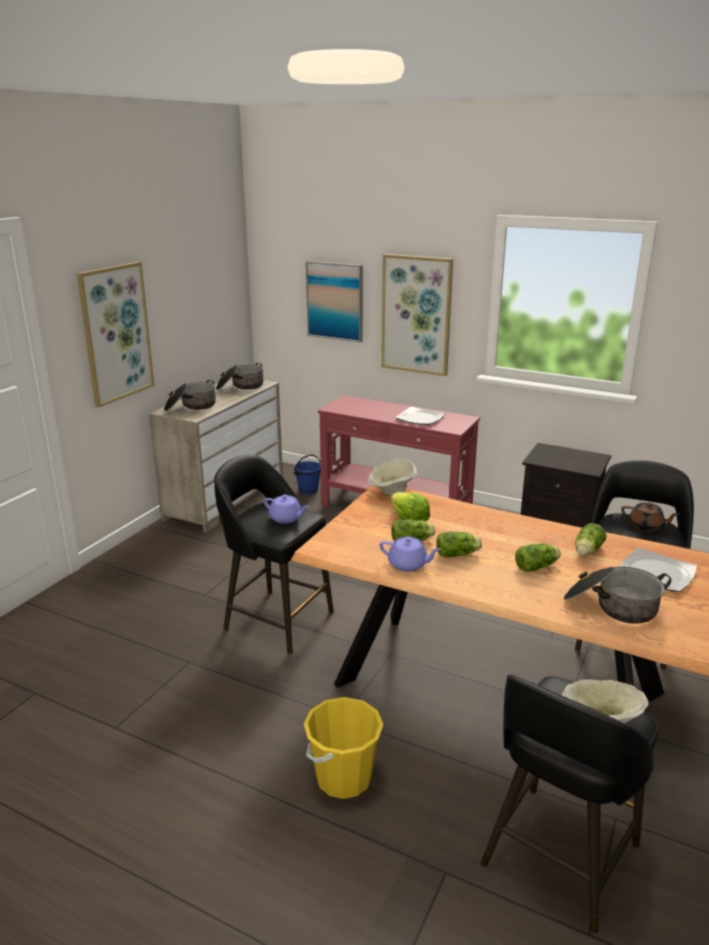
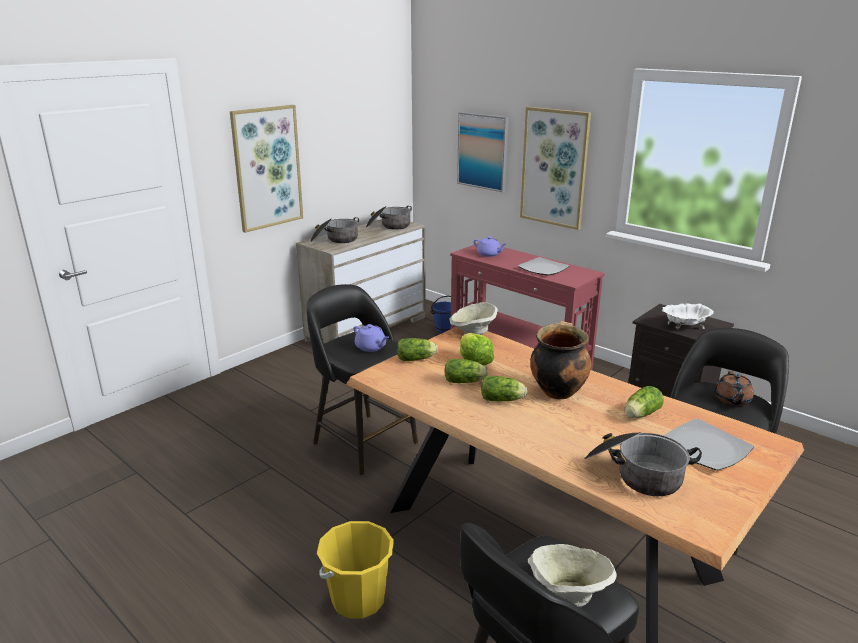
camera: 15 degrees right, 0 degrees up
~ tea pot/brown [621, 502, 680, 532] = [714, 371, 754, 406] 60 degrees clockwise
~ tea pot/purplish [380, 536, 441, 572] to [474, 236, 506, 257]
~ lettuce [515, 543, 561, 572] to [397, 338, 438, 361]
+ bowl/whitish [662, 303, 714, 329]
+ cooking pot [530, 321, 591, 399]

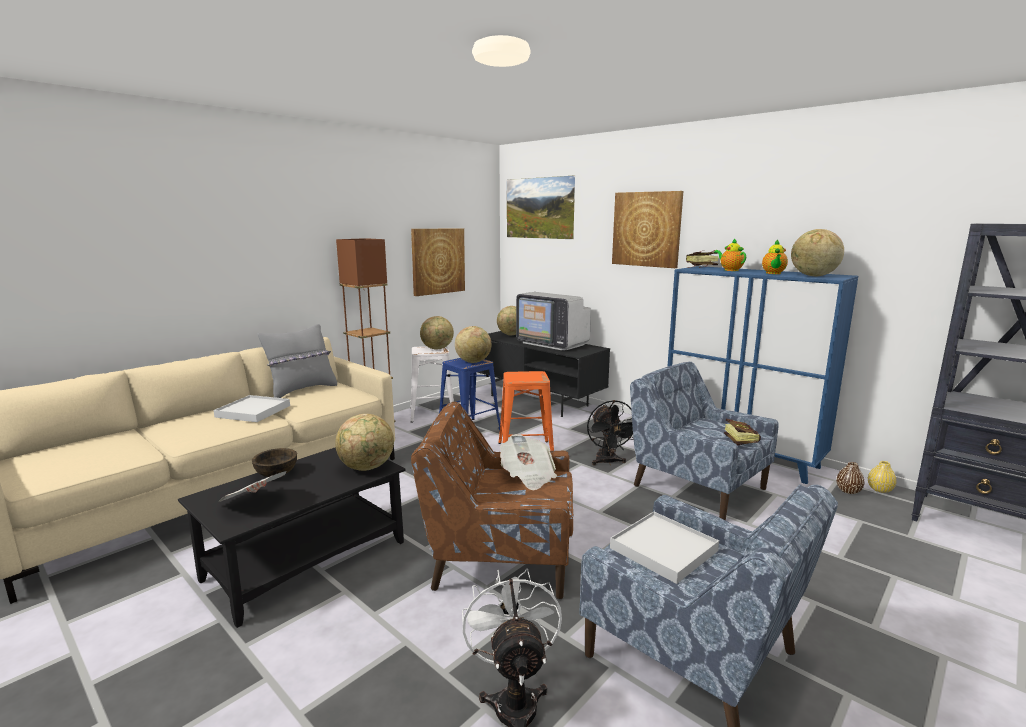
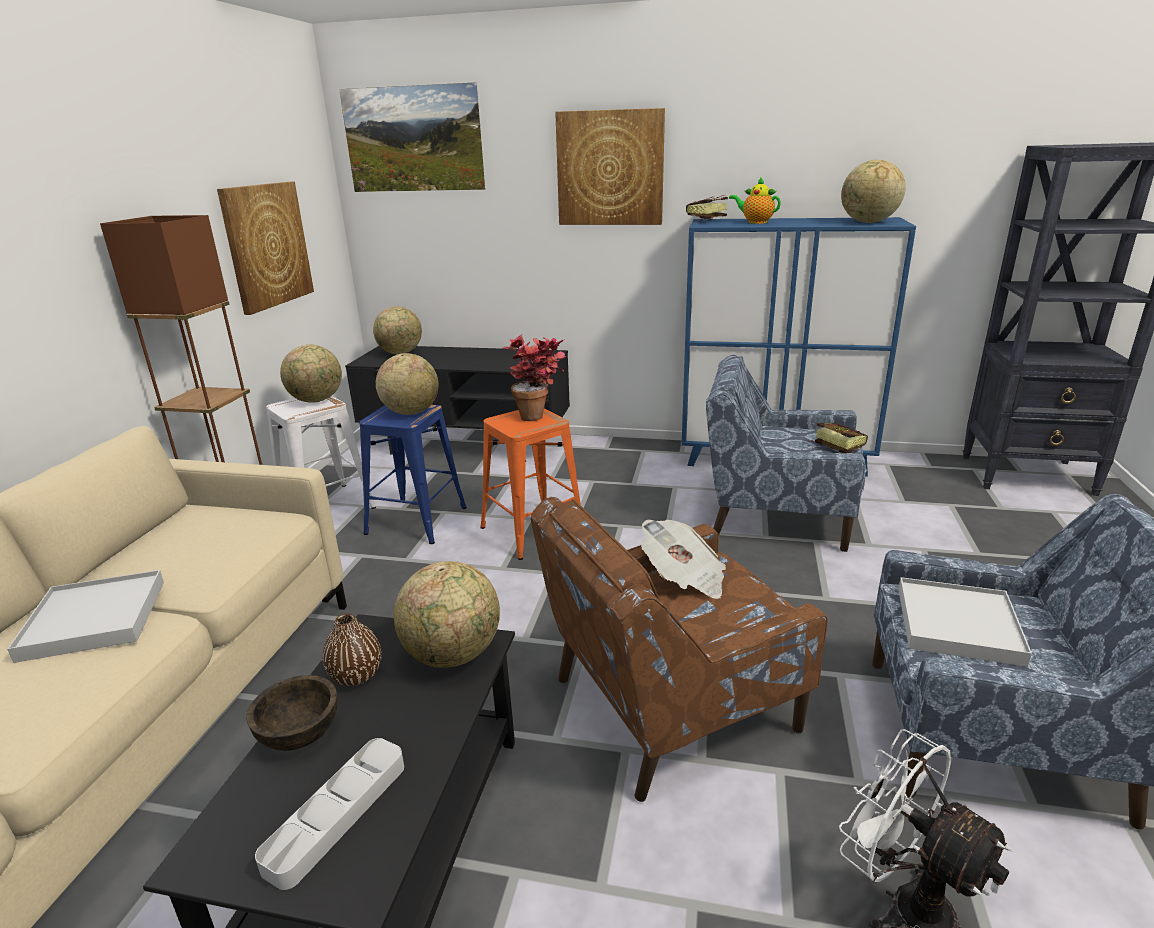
camera: 30 degrees left, 10 degrees up
- tea pot [762, 239, 788, 274]
- TV set [516, 292, 591, 350]
- throw pillow/greyish [258, 324, 337, 398]
- cooling fan/blackish [587, 400, 634, 465]
- flower vase/yellowish [868, 461, 897, 493]
~ flower vase/brown [836, 462, 865, 494] to [322, 613, 381, 686]
~ daily paper [219, 471, 287, 502] to serving tray/greyish [255, 738, 404, 890]
+ potted plant [503, 334, 566, 421]

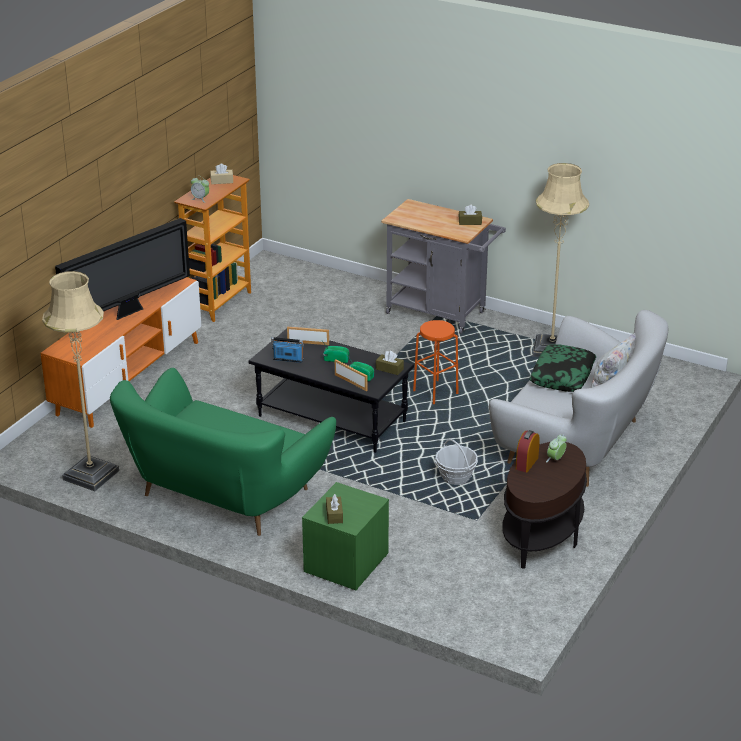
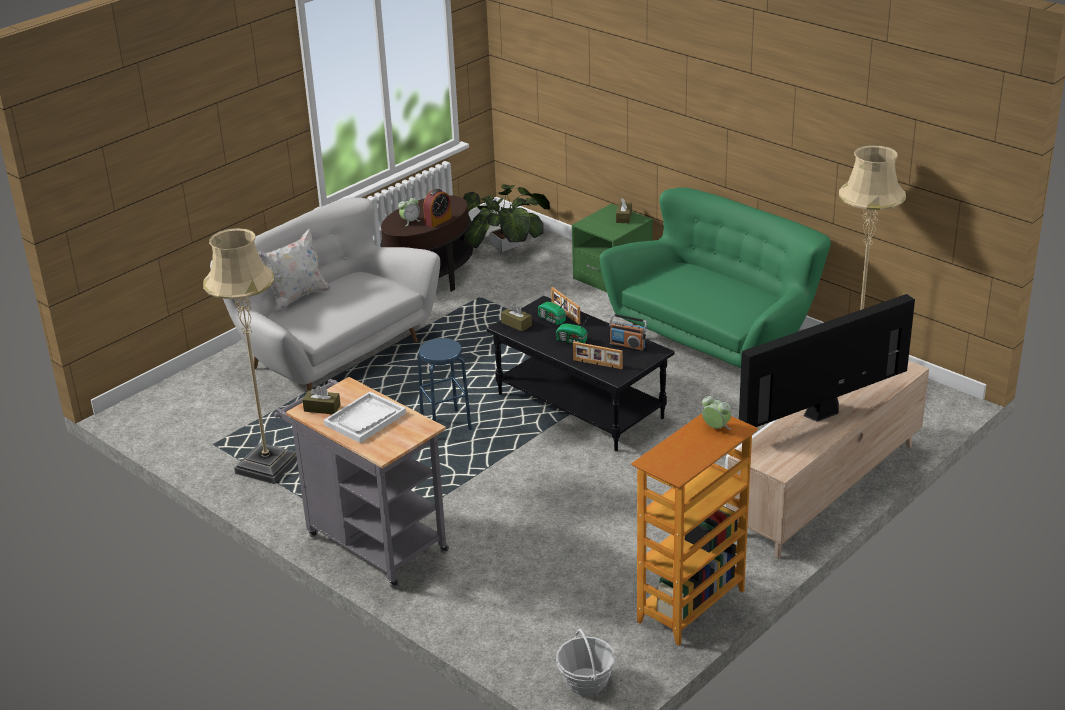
camera: 165 degrees left, 0 degrees up
- tissue box/beige-coloured [210, 164, 233, 184]
~ media console/orange-coloured [40, 277, 201, 428] to media console/beige-coloured [724, 360, 929, 559]
~ stool seat/orange-coloured [413, 320, 458, 404] to stool seat/bluish [418, 338, 472, 430]
- throw pillow [530, 344, 596, 392]
~ household basket [435, 439, 478, 485] to [556, 629, 616, 696]
+ potted plant [463, 184, 550, 252]
+ serving tray/whitish [324, 392, 406, 443]

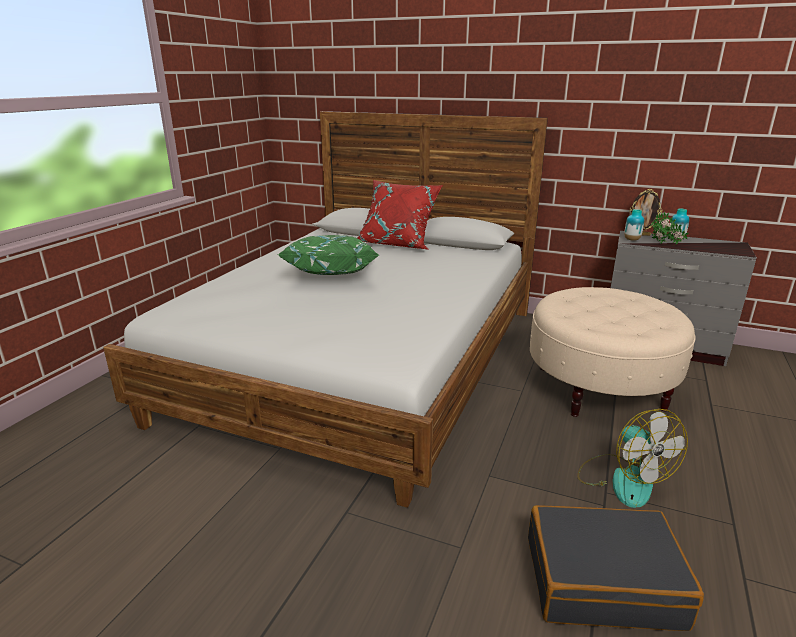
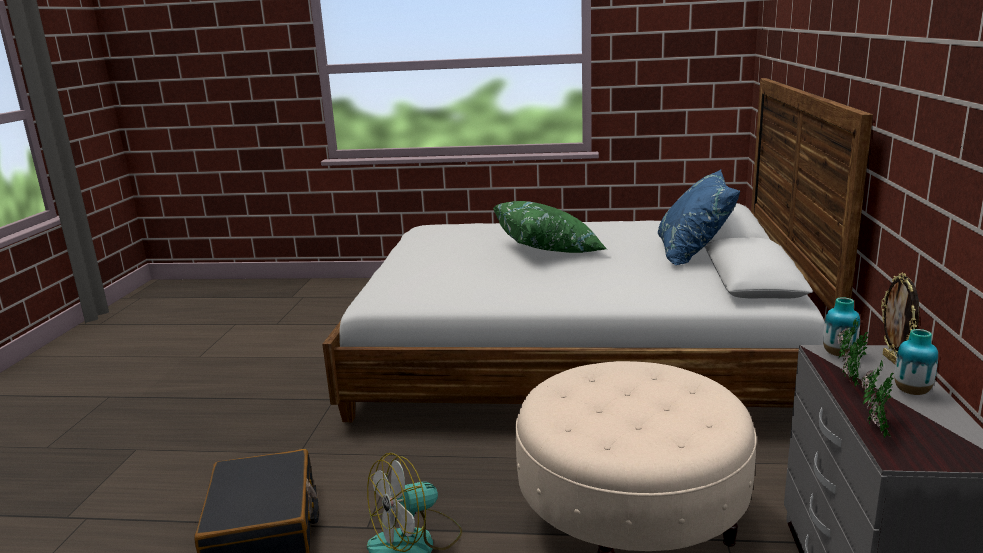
camera: 75 degrees right, 5 degrees down
~ throw pillow/red [358, 180, 443, 250] to throw pillow/bluish [658, 170, 741, 265]
+ potted plant [861, 357, 894, 438]

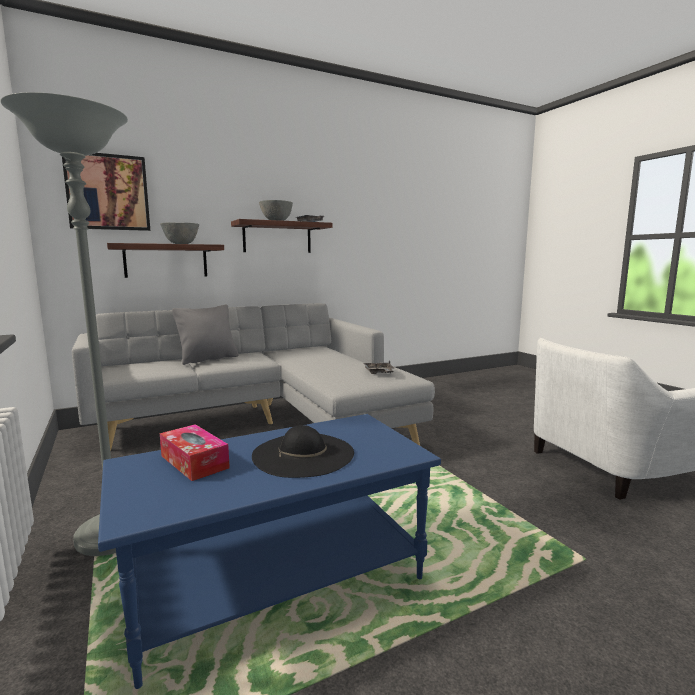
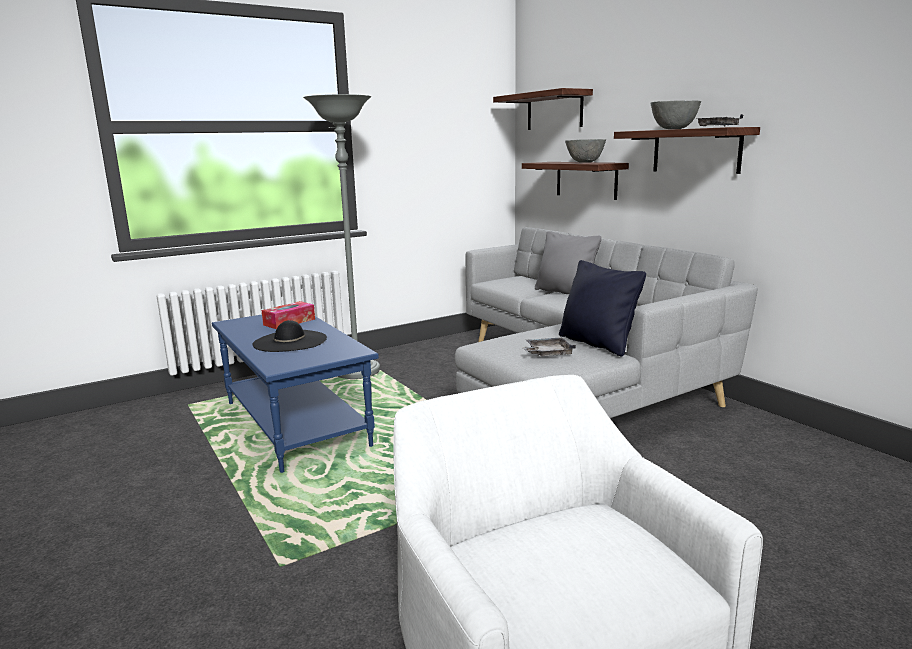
camera: 85 degrees right, 5 degrees up
~ wall picture [62, 153, 150, 231] to wall shelf [493, 88, 593, 130]
+ throw pillow/blackish [559, 260, 646, 357]

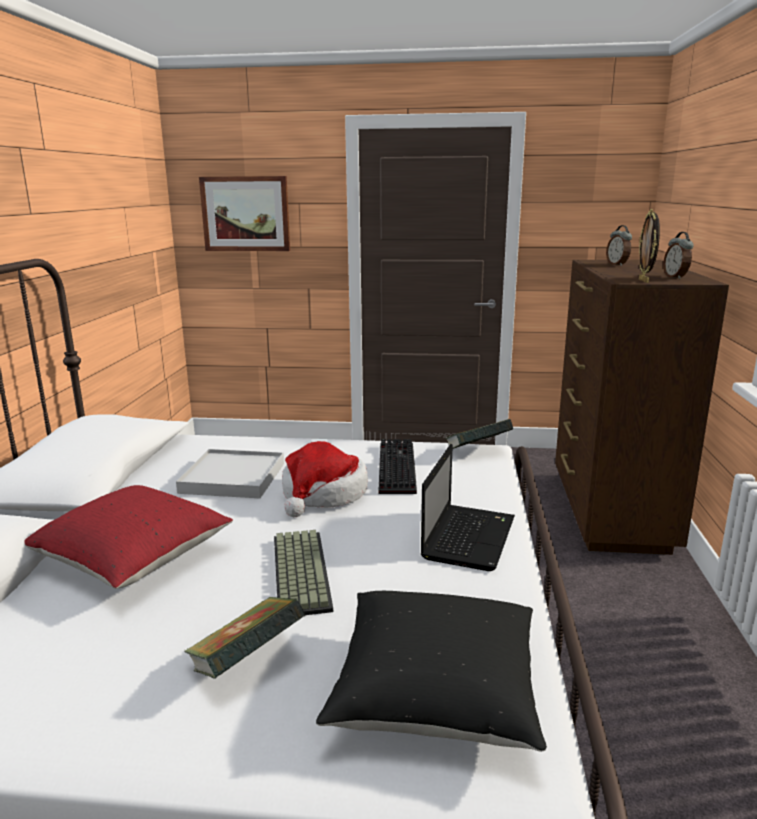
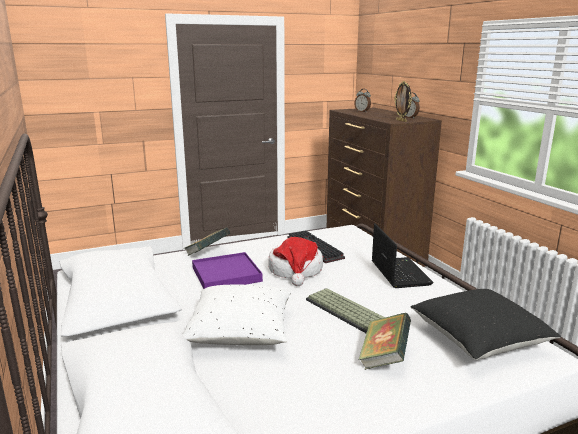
camera: 30 degrees left, 0 degrees up
- wall picture [199, 176, 290, 251]
~ book [445, 419, 513, 449] to [185, 227, 230, 256]
~ serving tray/whitish [176, 449, 284, 498] to serving tray/purplish [192, 252, 263, 289]
~ throw pillow/red [25, 485, 233, 589] to throw pillow/whitish [183, 285, 291, 345]

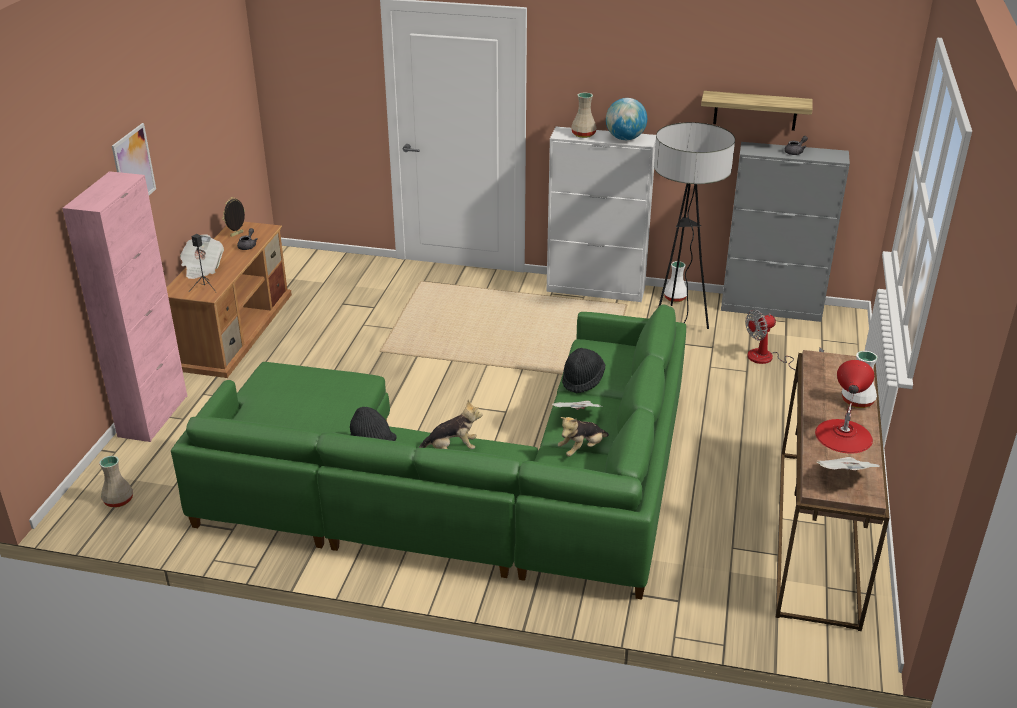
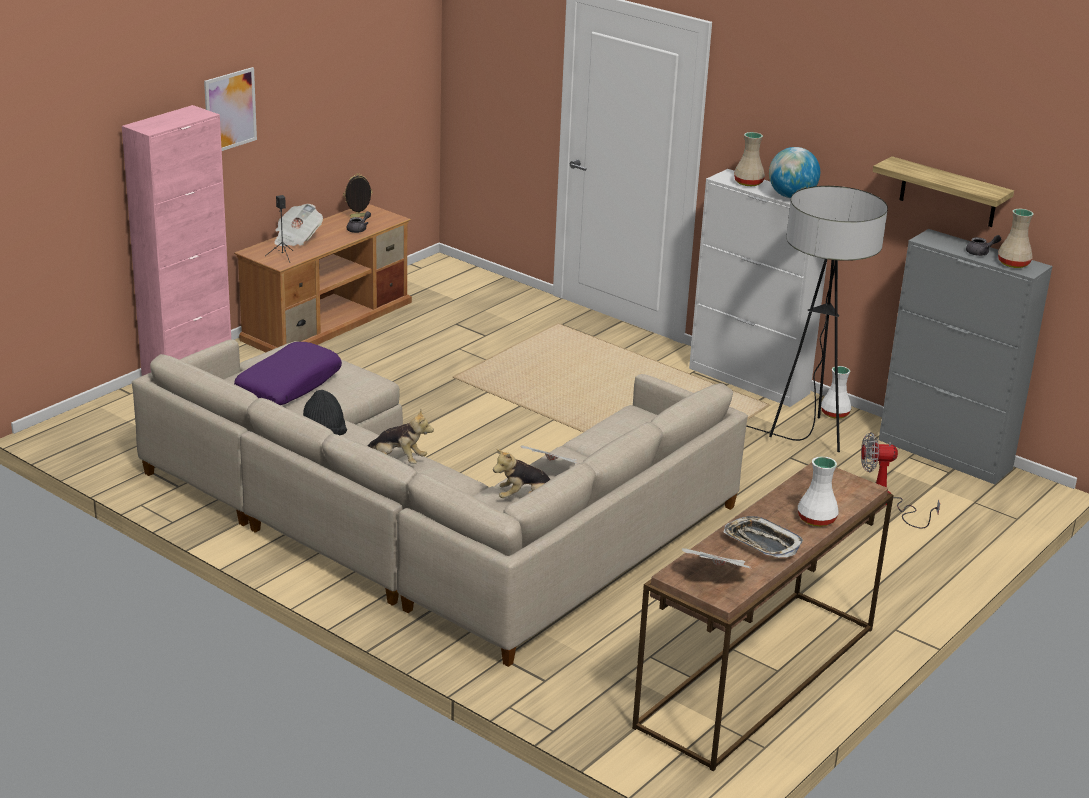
camera: 25 degrees right, 5 degrees down
~ settee/greenish [171, 304, 686, 599] to settee/beige-coloured [132, 339, 748, 667]
- hat/blackish [562, 348, 605, 393]
~ lamp for a table/red [815, 360, 874, 453] to serving tray [724, 516, 803, 558]
~ flower vase/beige-coloured [99, 456, 133, 508] to [998, 209, 1034, 268]
+ throw pillow/purplish [234, 342, 342, 405]

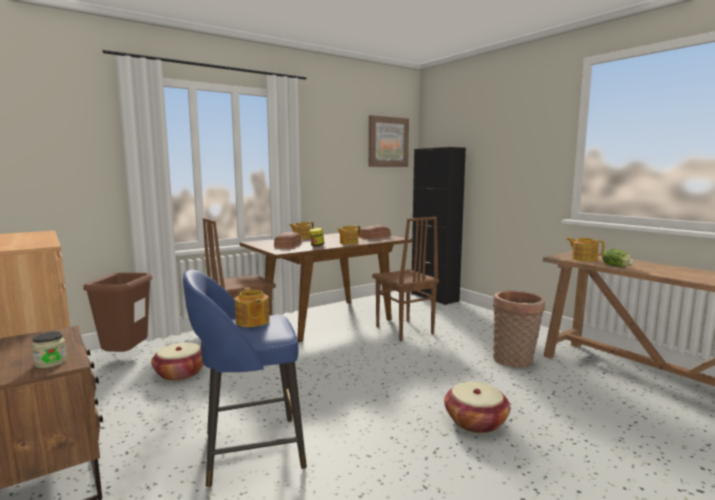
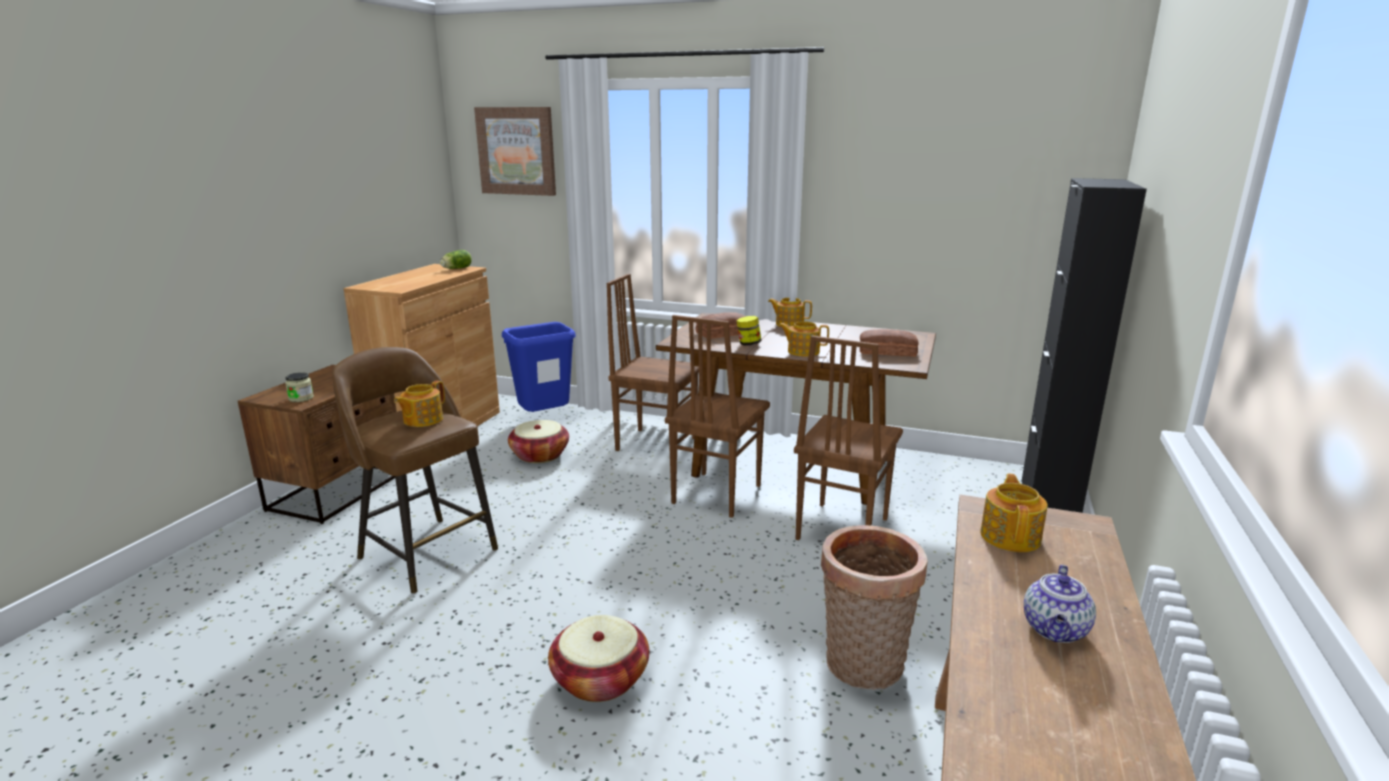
camera: 55 degrees right, 10 degrees up
~ wall picture [369, 115, 409, 167] to [474, 107, 556, 196]
~ lettuce [602, 248, 634, 267] to [440, 250, 472, 269]
~ stool seat/bluish [183, 270, 307, 488] to stool seat/brown [332, 347, 498, 594]
~ waste bin/brown [83, 272, 153, 352] to waste bin/bluish [502, 322, 576, 412]
+ upright chair/brown [665, 315, 770, 518]
+ tea pot [1024, 565, 1096, 643]

